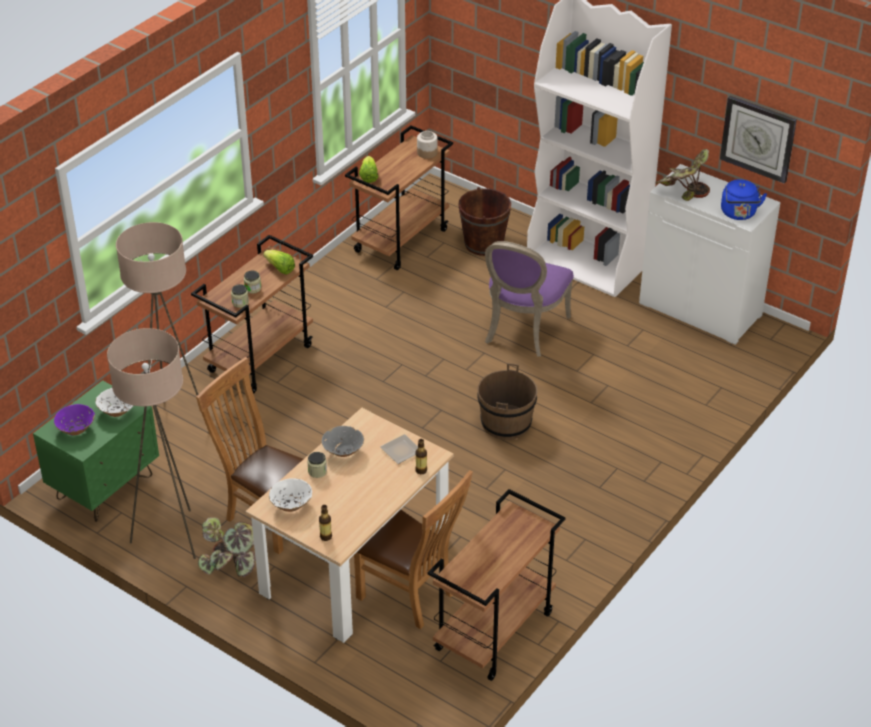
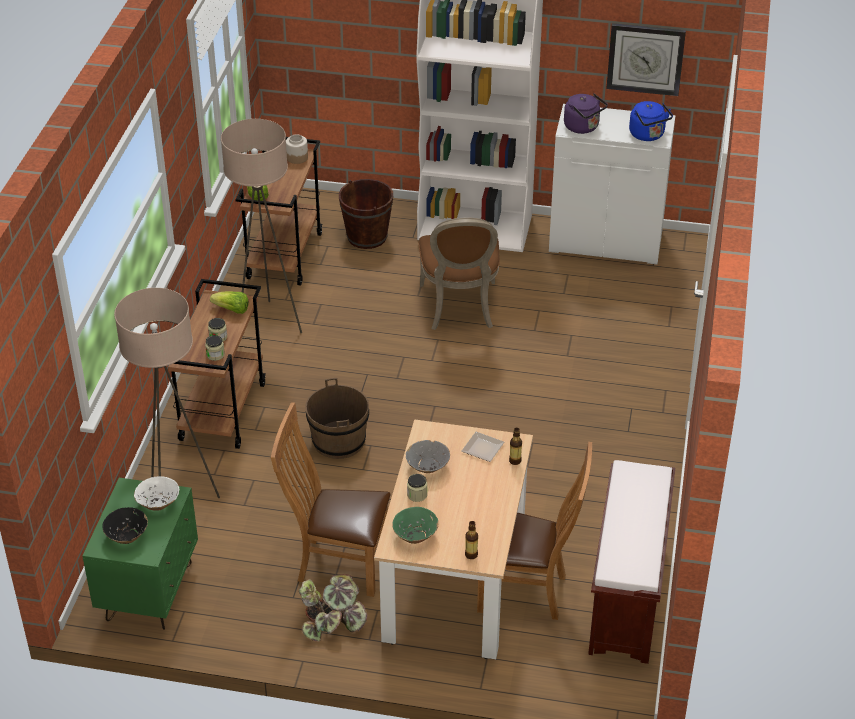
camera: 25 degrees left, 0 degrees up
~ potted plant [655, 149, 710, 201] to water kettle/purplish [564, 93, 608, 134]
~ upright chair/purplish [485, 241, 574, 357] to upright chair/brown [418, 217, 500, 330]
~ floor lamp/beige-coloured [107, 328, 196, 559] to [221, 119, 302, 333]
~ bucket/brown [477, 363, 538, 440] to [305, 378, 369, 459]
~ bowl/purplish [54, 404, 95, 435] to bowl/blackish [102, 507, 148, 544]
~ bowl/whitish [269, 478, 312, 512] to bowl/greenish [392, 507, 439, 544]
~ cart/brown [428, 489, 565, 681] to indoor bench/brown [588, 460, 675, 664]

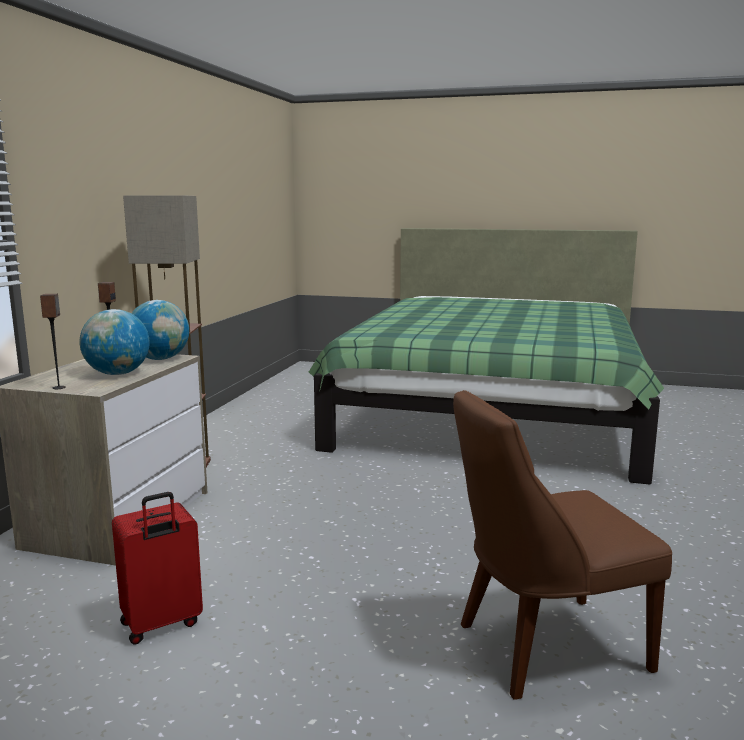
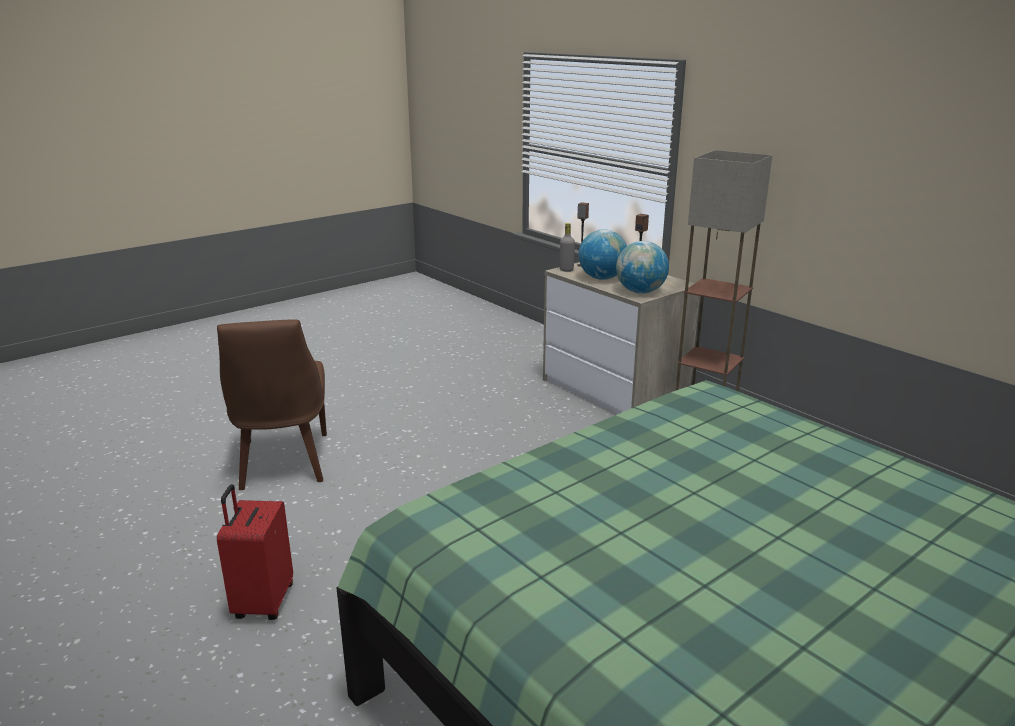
camera: 125 degrees right, 10 degrees up
~ upright chair/brown [453, 390, 672, 700] = [217, 319, 327, 490] 150 degrees clockwise
~ travel case/red [112, 492, 203, 645] to [217, 484, 293, 620]
+ drink bottle/greyish [560, 223, 575, 272]

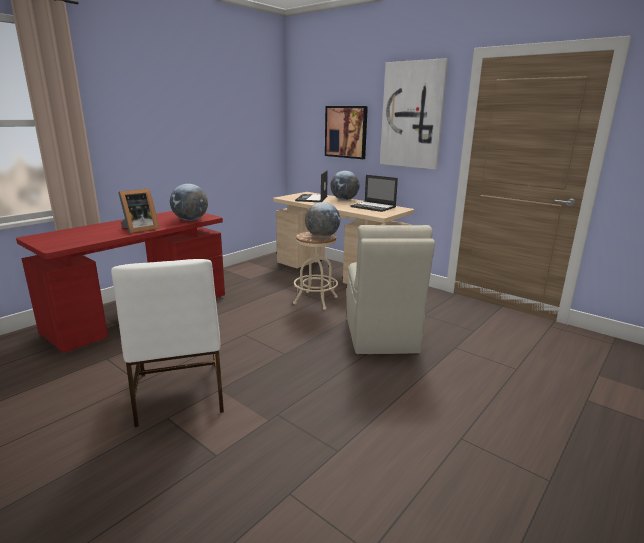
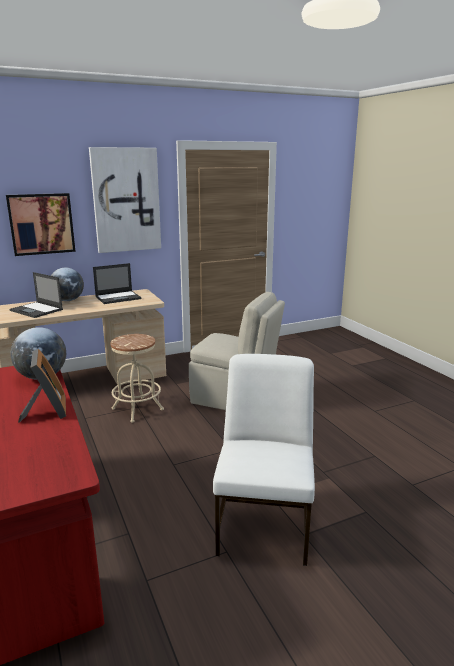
camera: 65 degrees left, 0 degrees up
- desk globe [305, 202, 340, 238]
~ upright chair/whitish [111, 259, 224, 427] = [213, 354, 315, 566] 90 degrees counterclockwise

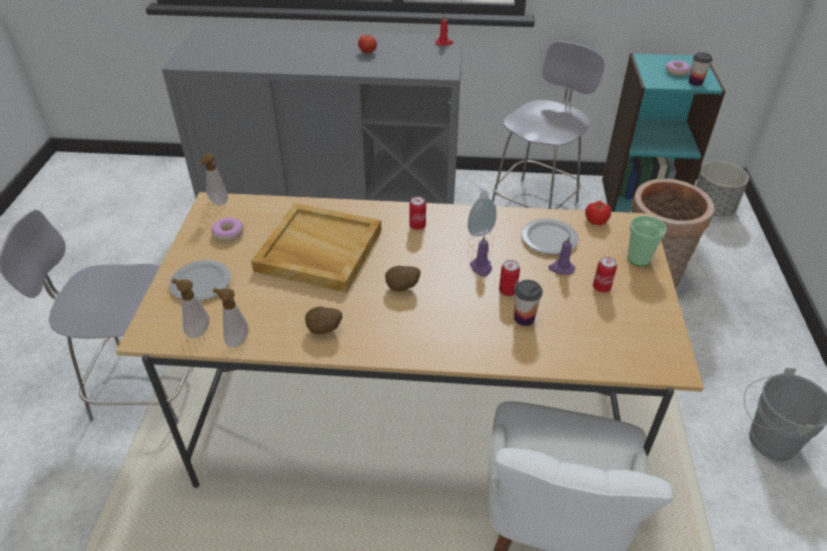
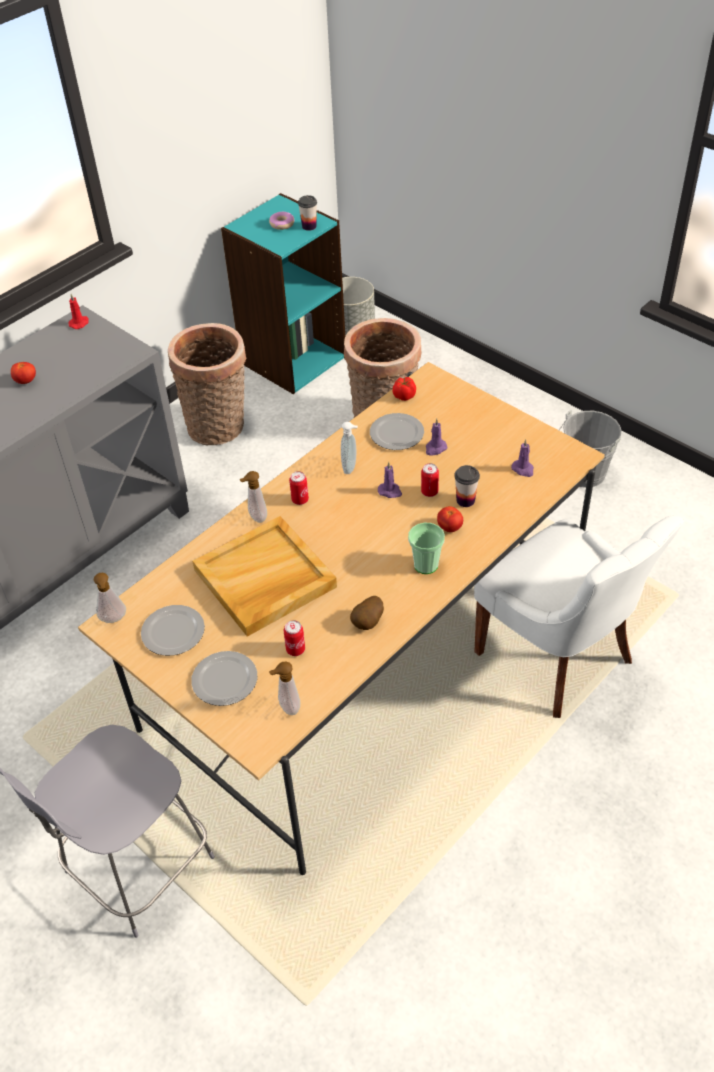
camera: 50 degrees left, 5 degrees up
~ upright chair/greyish [492, 41, 605, 209] to household basket [168, 323, 246, 445]
~ cup [627, 216, 667, 266] to [408, 523, 445, 574]
~ ring doughnut [211, 218, 244, 242] to plate [141, 605, 205, 656]
~ can [593, 257, 617, 293] to [284, 620, 305, 656]
- whole potato [385, 266, 420, 292]
~ liquid soap bottle [213, 288, 249, 347] to [239, 471, 267, 523]
+ wax light/purplish [511, 439, 534, 477]
+ fresh tomato [437, 506, 463, 532]

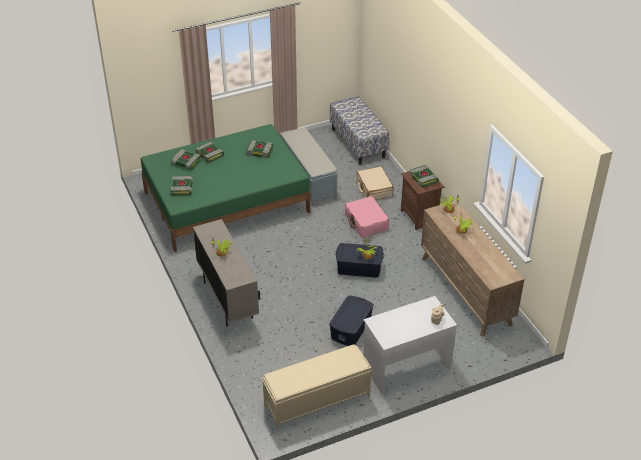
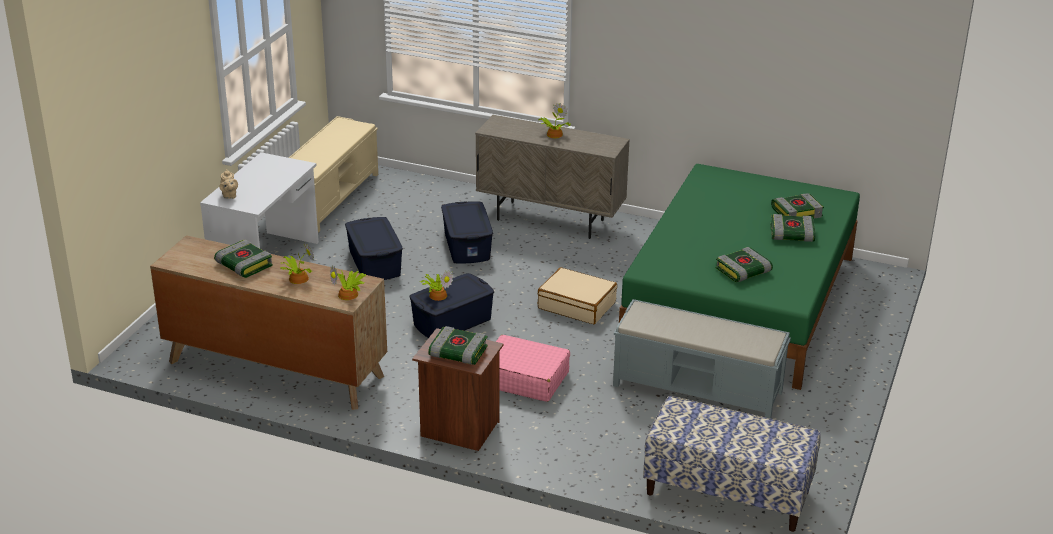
camera: 135 degrees right, 10 degrees down
~ travel case/beige-coloured [356, 166, 394, 200] to [538, 267, 617, 324]
~ book [171, 176, 193, 196] to [214, 240, 273, 278]
+ storage bin/bluish [441, 201, 493, 263]

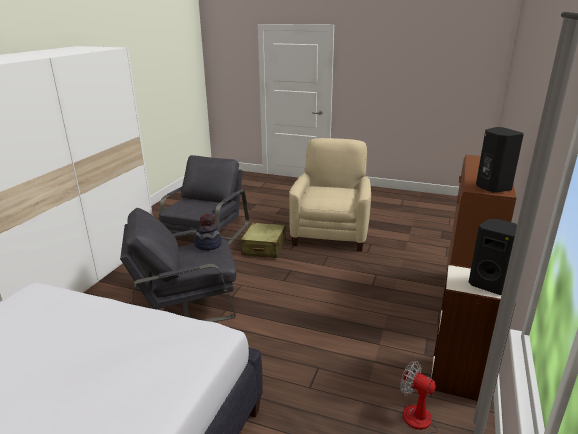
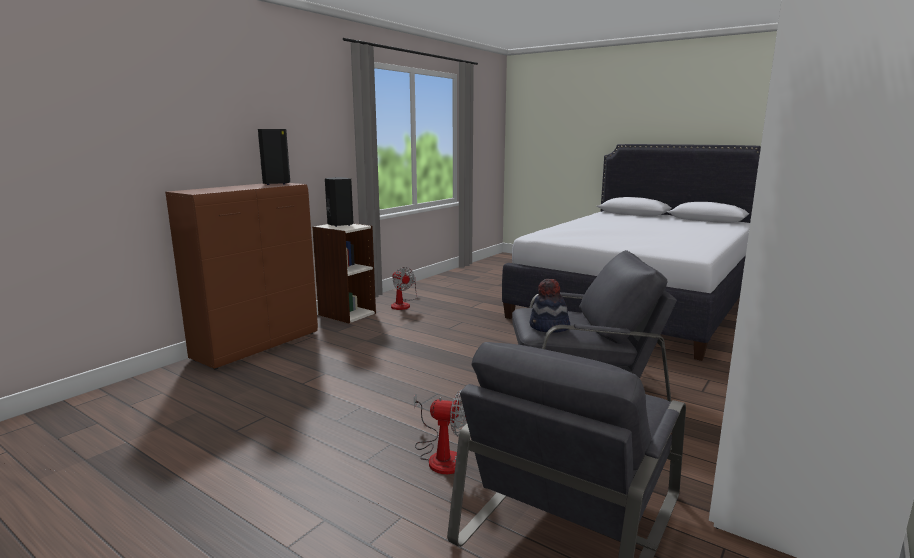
camera: 165 degrees left, 10 degrees down
- armchair/beige-coloured [289, 138, 371, 252]
~ travel case/beige-coloured [241, 223, 286, 258] to cooling fan [414, 390, 467, 474]

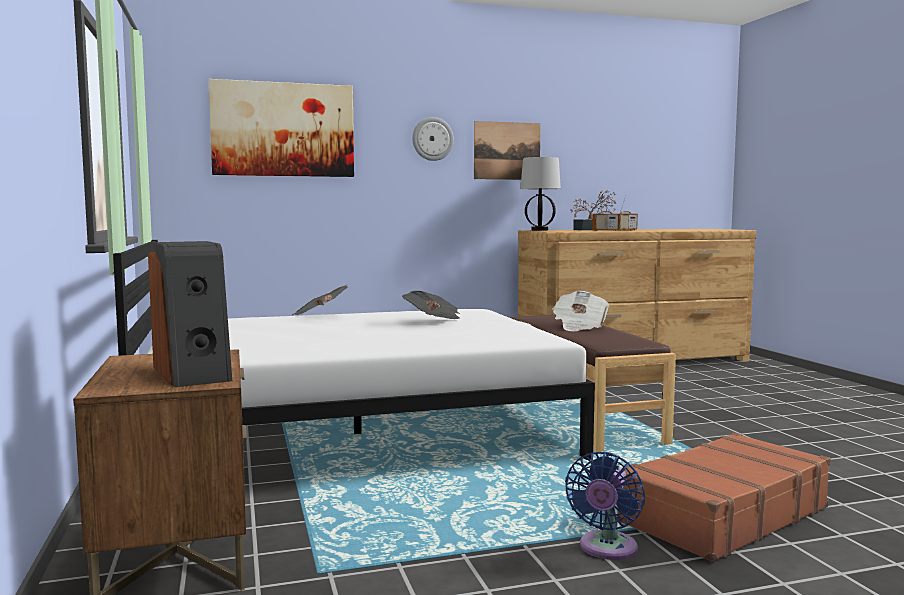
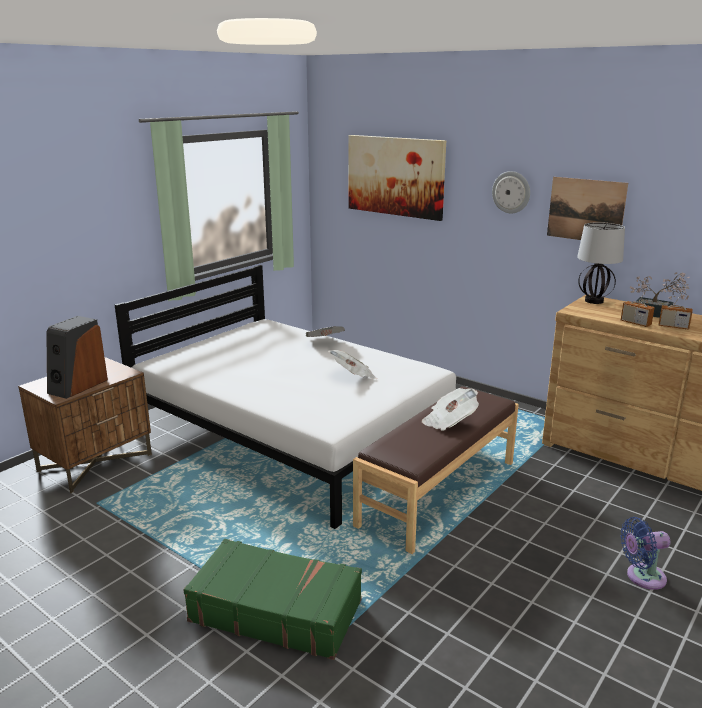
camera: 55 degrees right, 15 degrees up
~ travel case/brown [617, 433, 831, 562] to travel case/greenish [184, 539, 362, 660]
~ cooling fan/bluish [565, 452, 645, 560] to [621, 517, 670, 590]

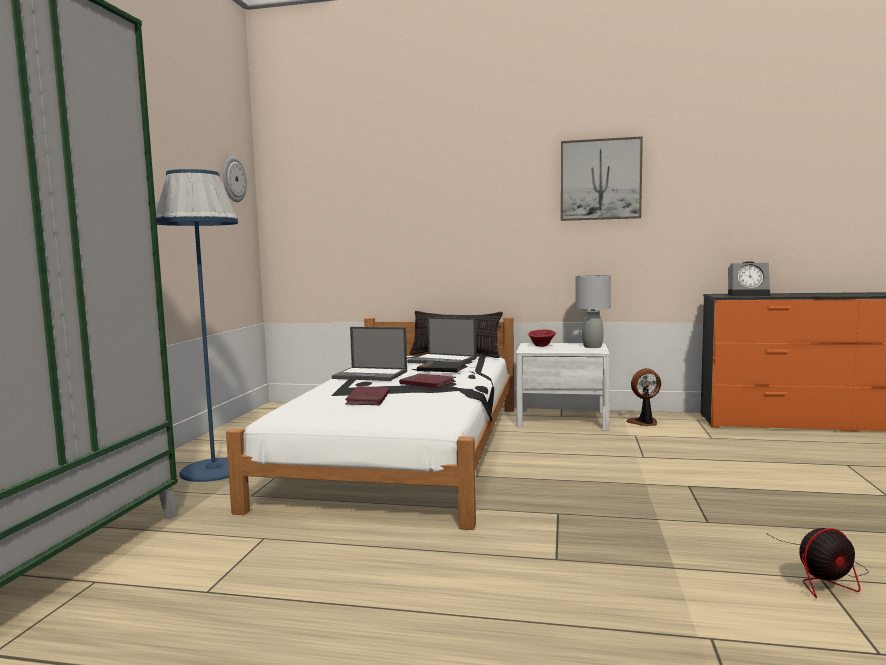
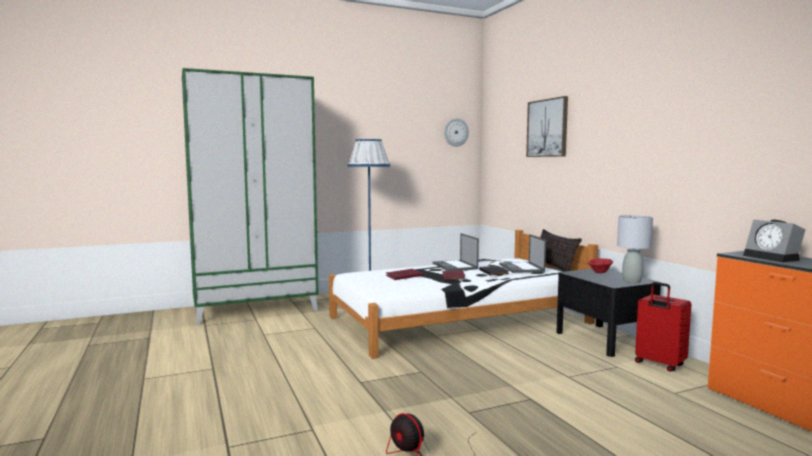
camera: 55 degrees right, 0 degrees up
~ wall picture [561, 136, 643, 221] to [526, 96, 568, 157]
~ nightstand/whitish [516, 343, 610, 431] to nightstand/blackish [556, 269, 661, 357]
~ cooling fan [626, 368, 661, 426] to travel case/red [635, 282, 692, 372]

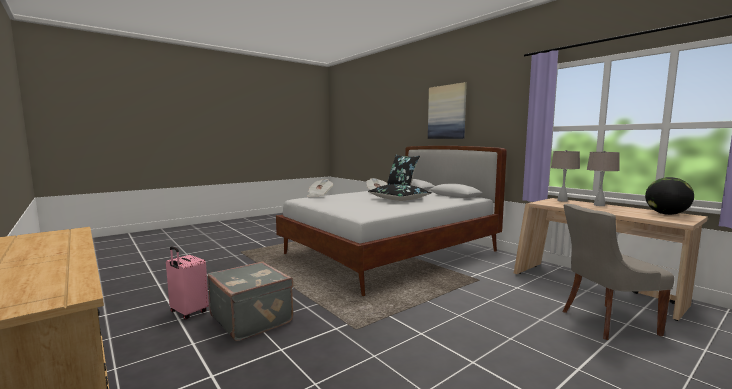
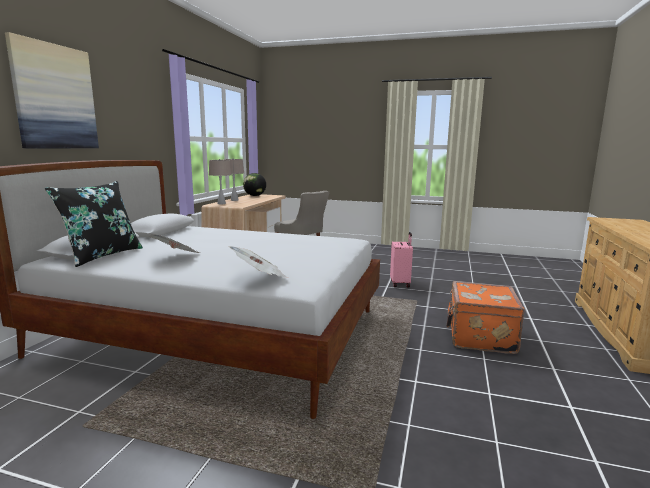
camera: 125 degrees left, 5 degrees up
- throw pillow/blackish [368, 184, 431, 201]
~ travel case/pink [166, 246, 209, 319] to [390, 232, 413, 287]
~ travel case/greyish [208, 261, 293, 341] to travel case/orange-coloured [446, 281, 525, 354]

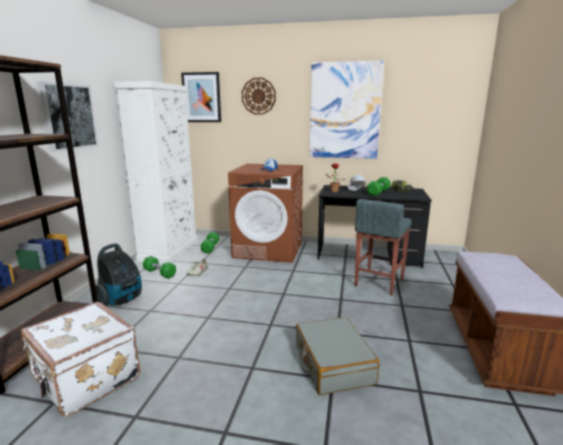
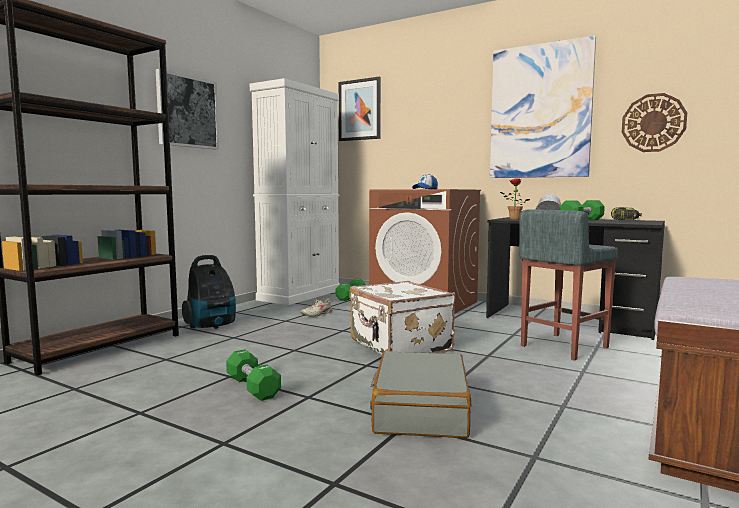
camera: 20 degrees right, 10 degrees down
~ hanging clock [242, 78, 276, 115] to [622, 93, 687, 152]
~ hand weight/greenish [143, 256, 176, 279] to [226, 350, 281, 401]
~ travel case/whitish [21, 302, 140, 417] to [349, 281, 455, 355]

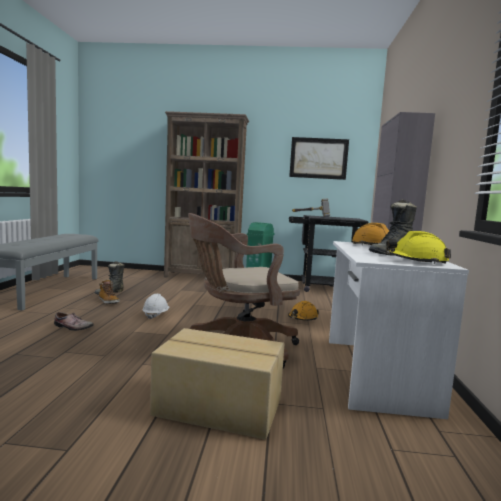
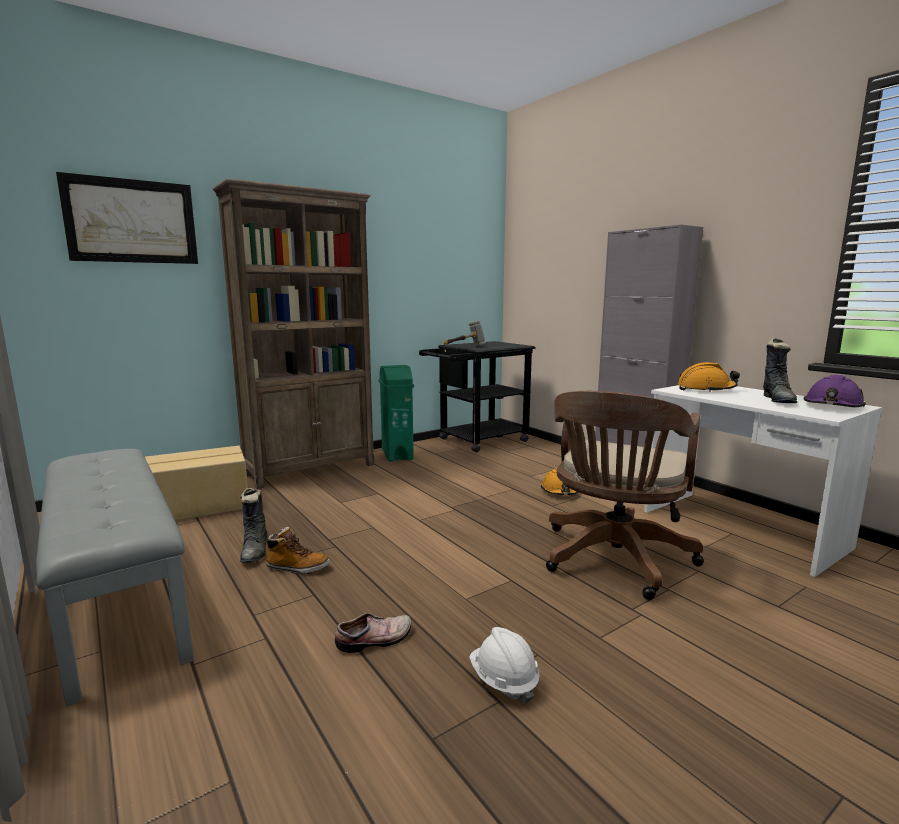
camera: 40 degrees left, 5 degrees up
~ wall picture [289, 137, 349, 180] to [56, 172, 198, 264]
~ hard hat/yellowish [385, 231, 451, 264] to hard hat/purplish [803, 375, 866, 407]
~ hard hat/whitish [143, 294, 170, 320] to [469, 627, 540, 703]
~ carton [150, 328, 284, 439] to [145, 446, 248, 521]

